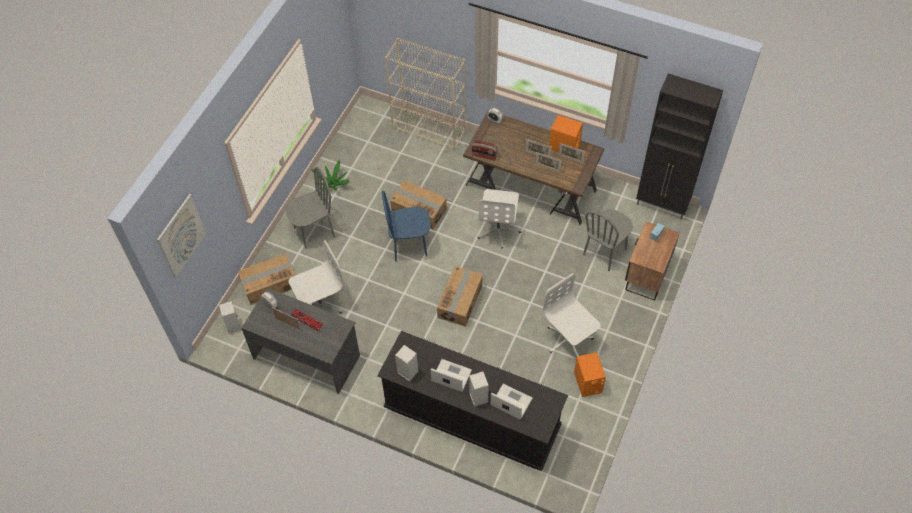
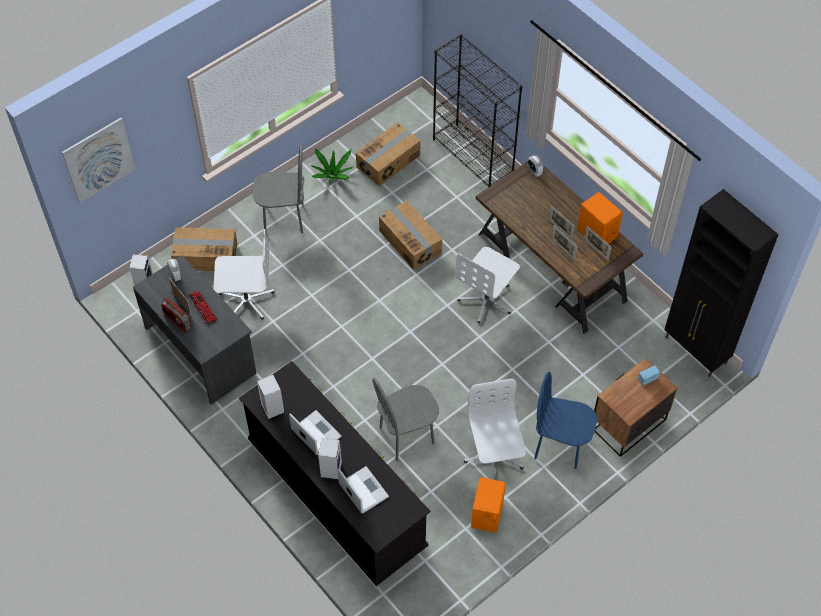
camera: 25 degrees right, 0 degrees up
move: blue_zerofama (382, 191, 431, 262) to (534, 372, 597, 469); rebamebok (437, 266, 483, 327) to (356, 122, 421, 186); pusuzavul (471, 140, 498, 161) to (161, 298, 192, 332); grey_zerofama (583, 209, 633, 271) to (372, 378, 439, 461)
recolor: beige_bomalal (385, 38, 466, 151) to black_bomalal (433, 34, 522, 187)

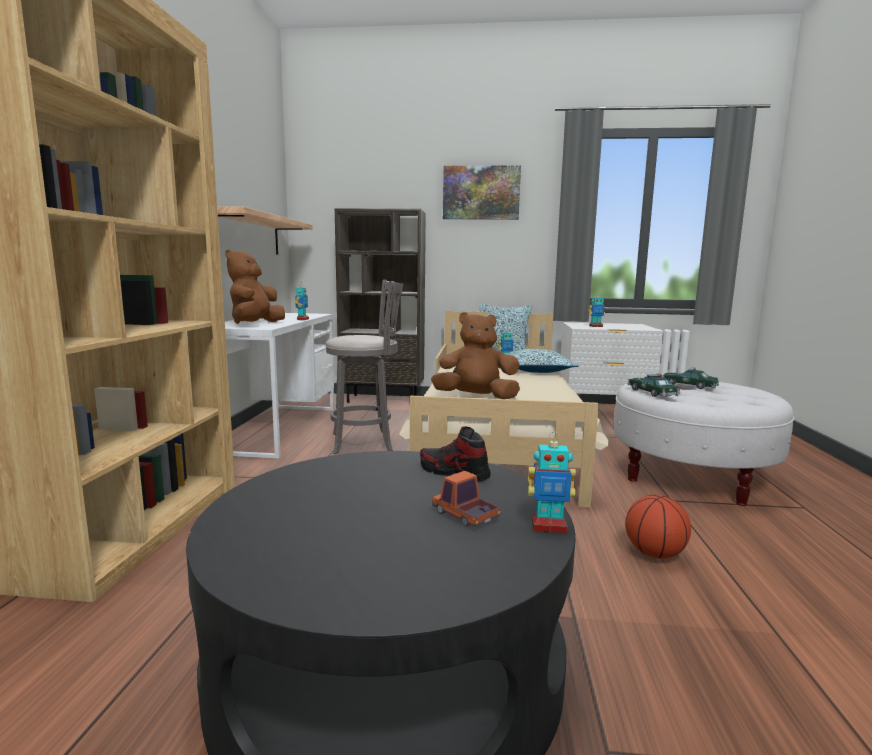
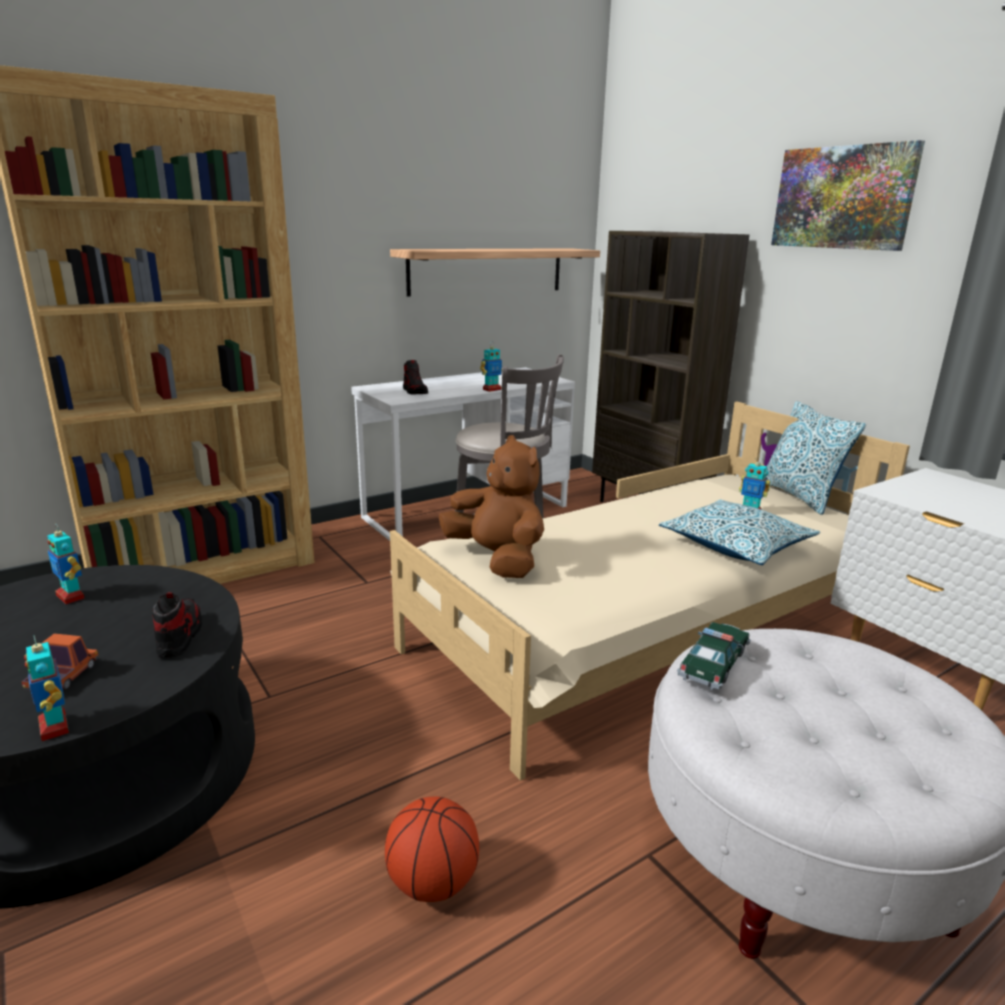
camera: 50 degrees right, 10 degrees up
delete: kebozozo (662, 367, 719, 389)
move: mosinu (588, 295, 605, 327) to (47, 524, 85, 605)
replace: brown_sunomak (225, 250, 285, 324) to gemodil (403, 360, 428, 395)

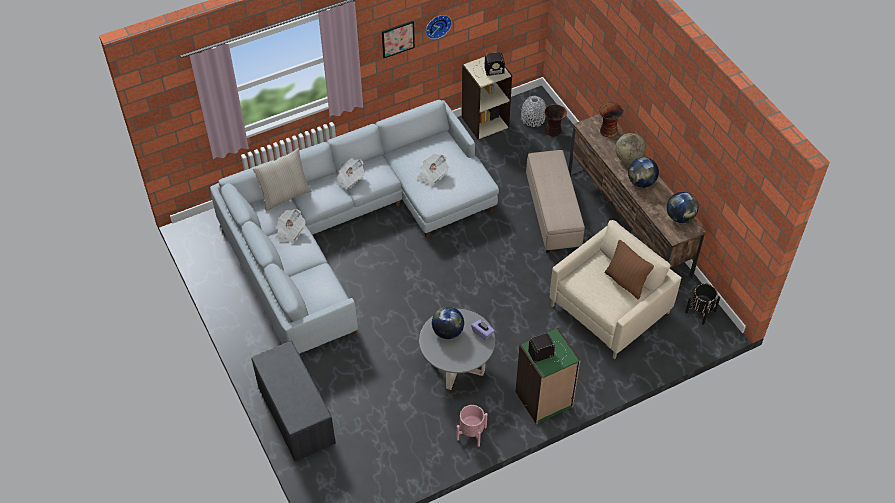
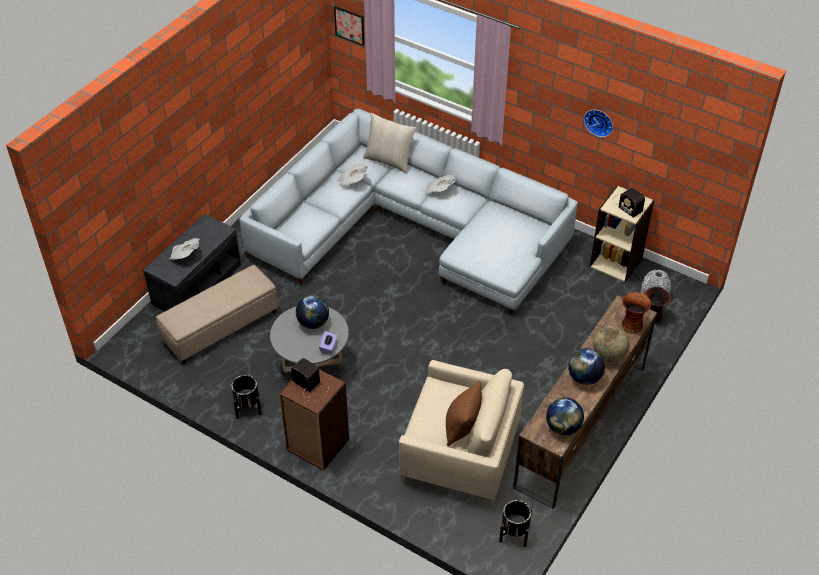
camera: 60 degrees right, 5 degrees down
move: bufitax (382, 21, 415, 58) to (334, 6, 364, 46); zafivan (417, 154, 448, 186) to (169, 238, 199, 260); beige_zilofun (526, 150, 585, 253) to (156, 264, 278, 364)
recolor: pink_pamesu (457, 405, 487, 447) to black_pamesu (231, 375, 261, 419); green_bomalal (516, 328, 581, 424) to brown_bomalal (279, 369, 349, 471)

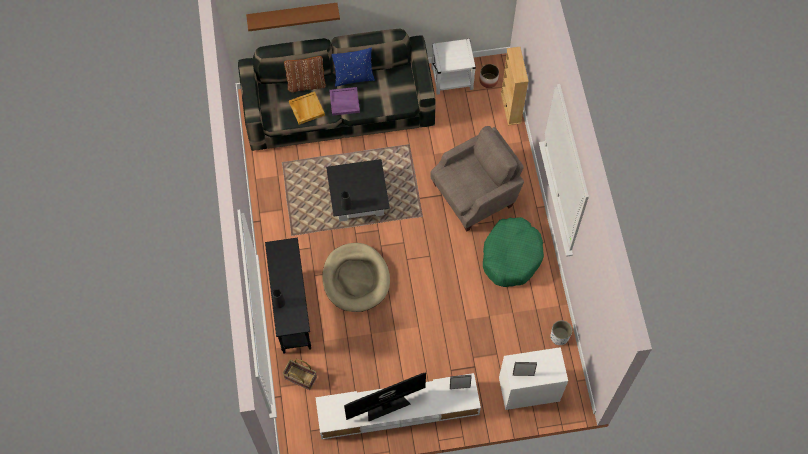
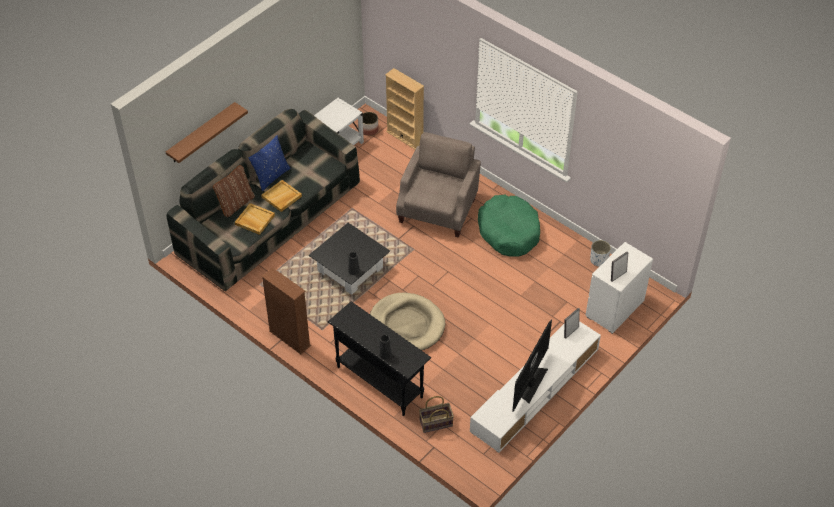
camera: 40 degrees left, 15 degrees down
insert: brown_bomalal (262, 267, 311, 354)
recolor: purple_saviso (329, 87, 360, 116) to beige_saviso (261, 180, 302, 212)

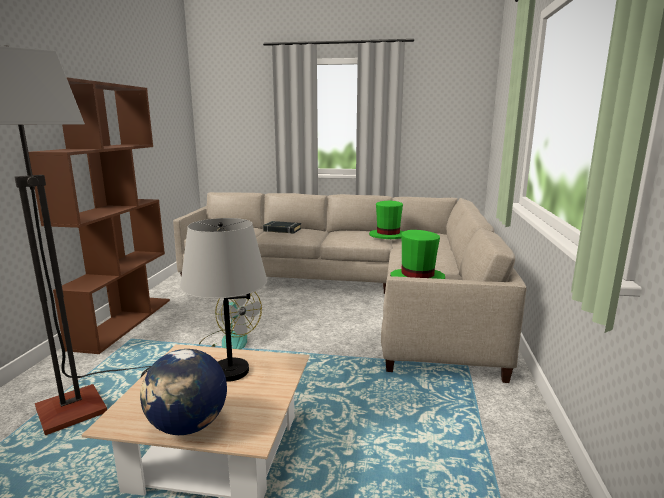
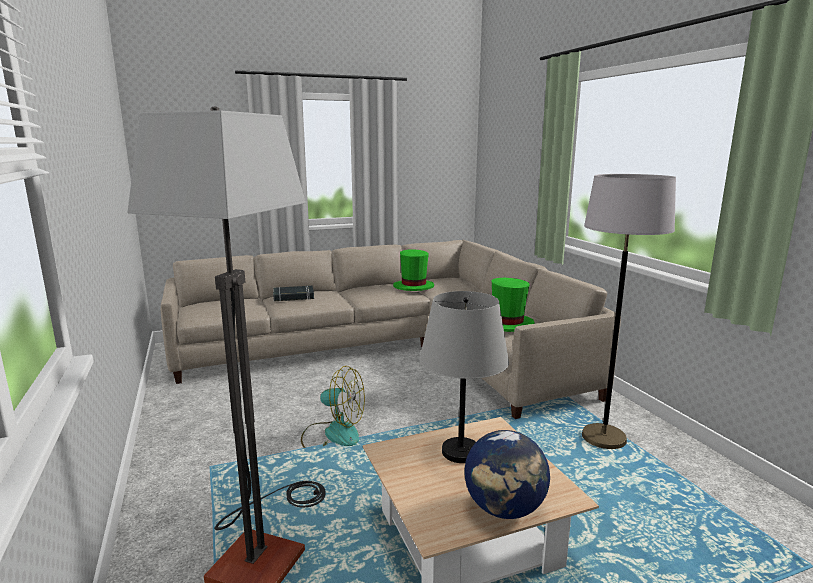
camera: 30 degrees left, 0 degrees up
delete: brown_bomalal (28, 77, 170, 354)
insert: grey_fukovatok (582, 174, 676, 449)

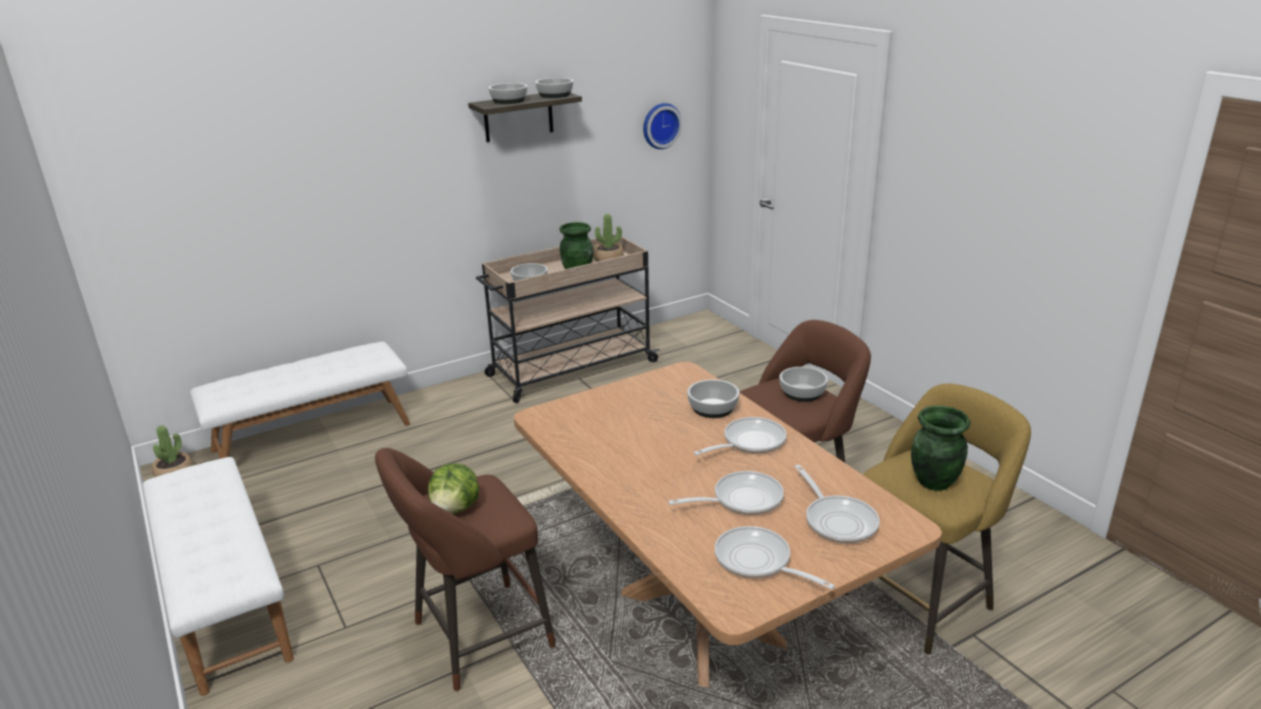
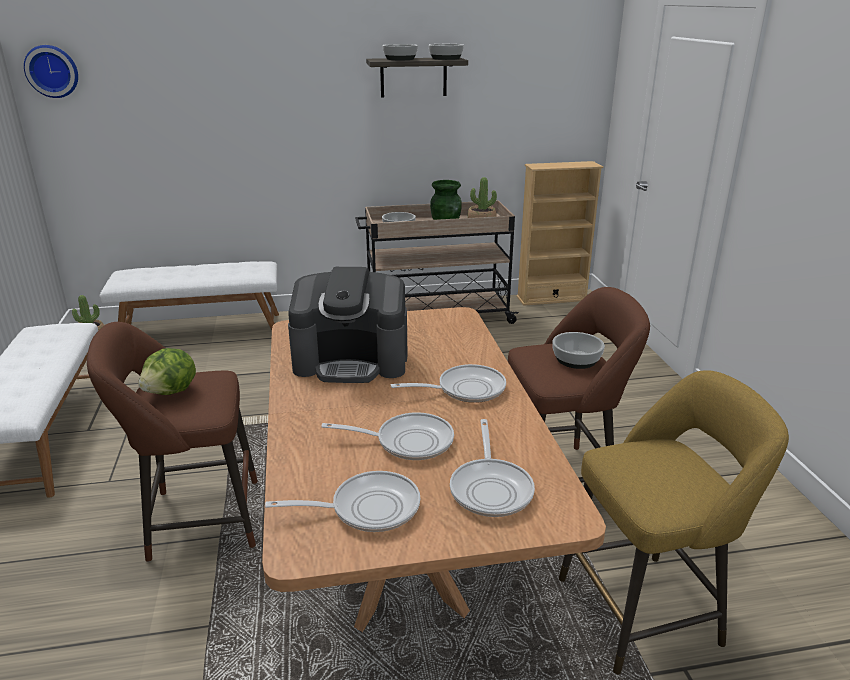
camera: 20 degrees right, 0 degrees up
delete: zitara (687, 379, 740, 418); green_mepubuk (911, 406, 970, 491)
insert: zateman (288, 267, 407, 383); beige_bomalal (516, 161, 603, 306)
move: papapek (643, 103, 682, 149) to (24, 45, 78, 98)
rotate: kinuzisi (715, 526, 835, 590) = (265, 471, 420, 532) 105 degrees clockwise

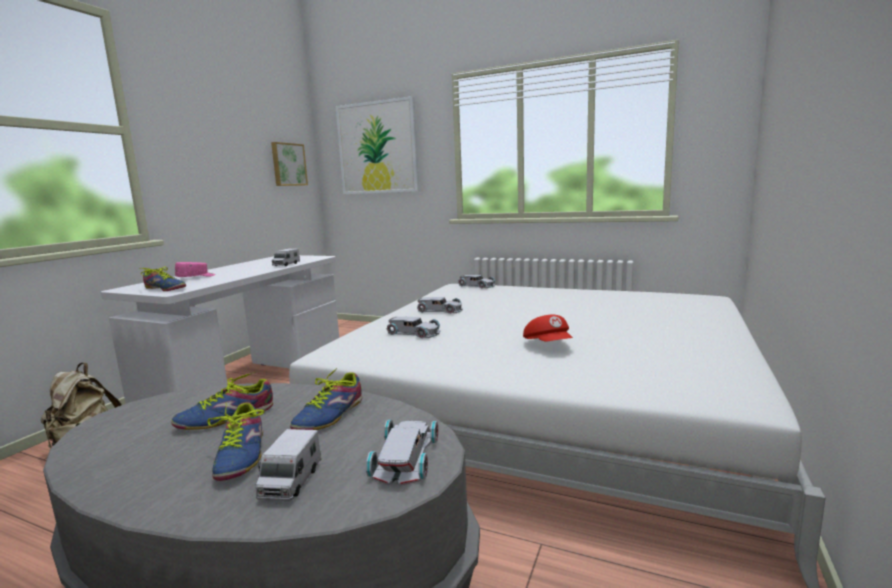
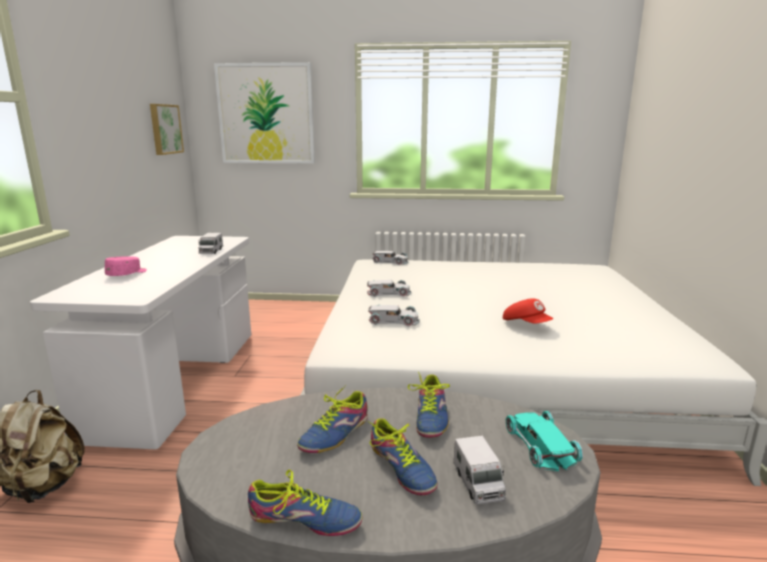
camera: 20 degrees left, 5 degrees up
move: gemodil (141, 267, 186, 291) to (248, 470, 363, 536)
recolor: white_kebozozo (366, 420, 438, 486) to turquoise_kebozozo (506, 411, 583, 471)

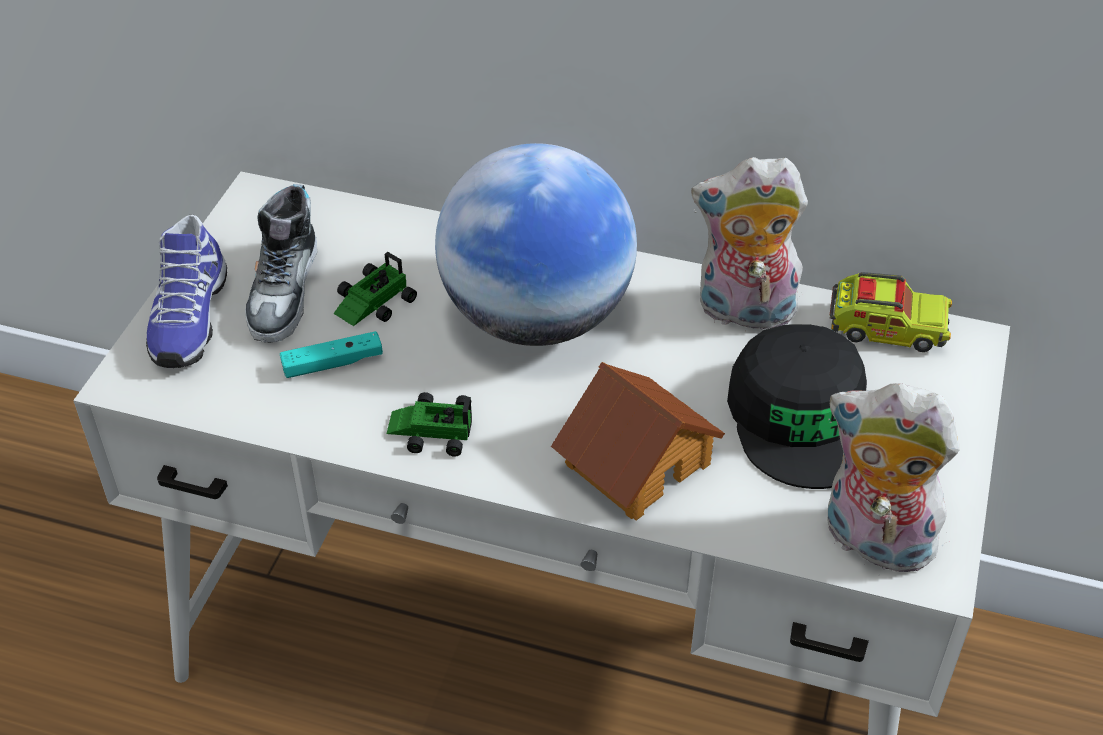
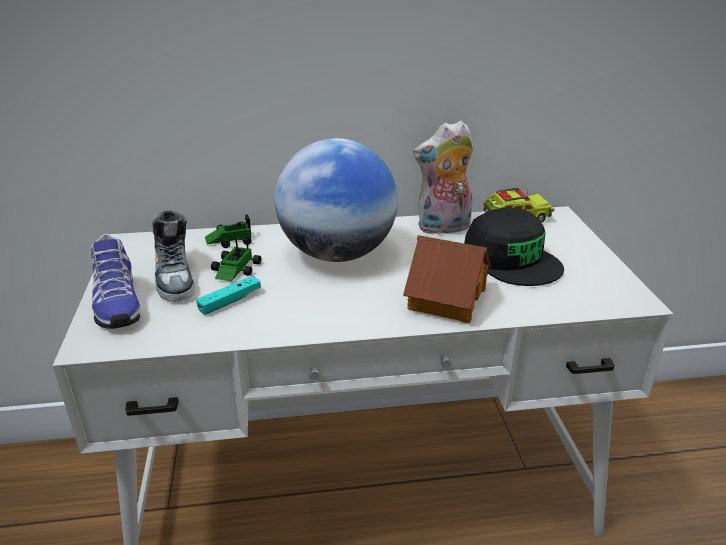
camera: 25 degrees left, 15 degrees down
delete: sunomak (827, 383, 960, 576)
move: kebozozo (386, 392, 472, 457) to (205, 214, 252, 248)

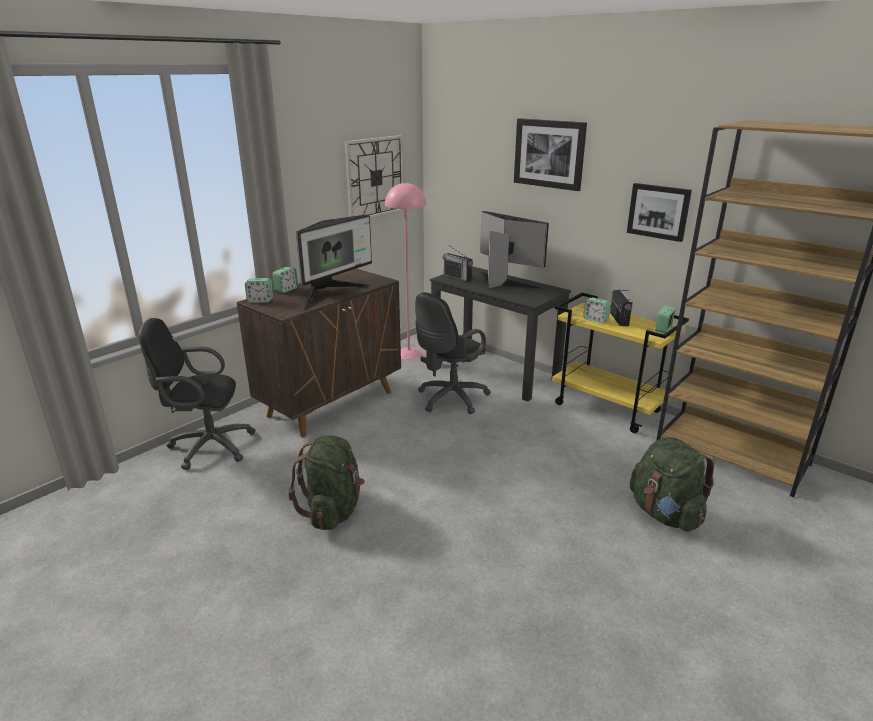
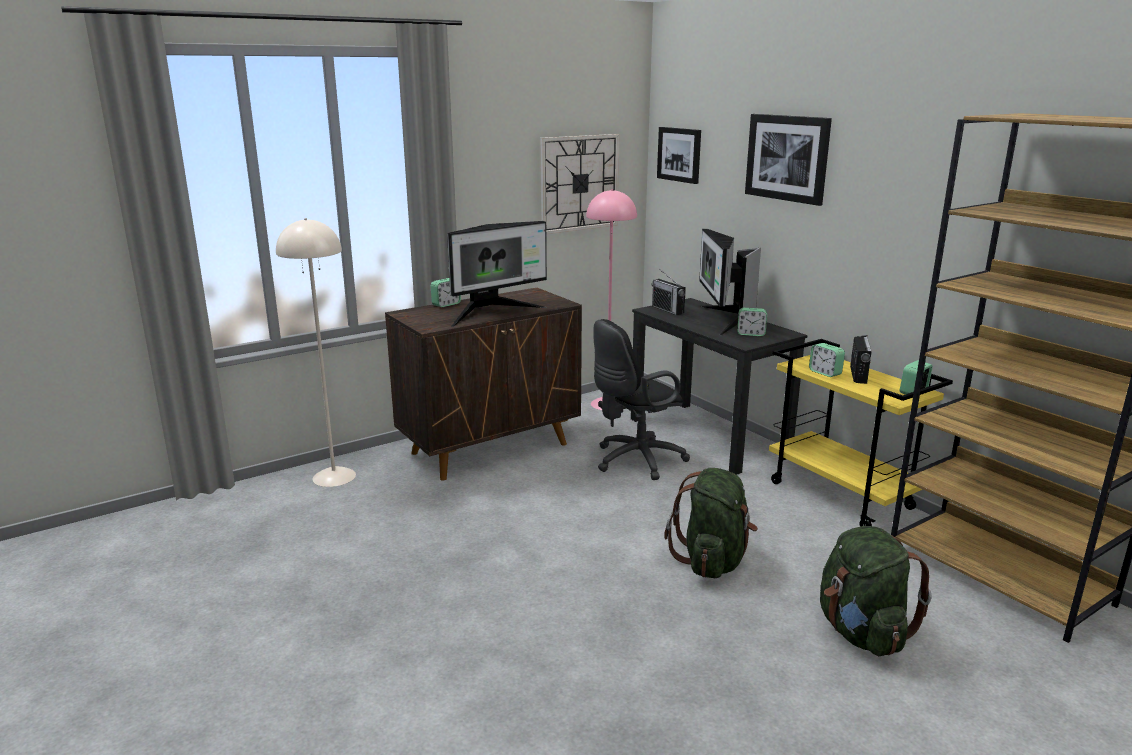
camera: 15 degrees right, 5 degrees down
move: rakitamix (245, 278, 273, 303) to (737, 308, 767, 336); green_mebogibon (289, 435, 365, 530) to (664, 468, 758, 578); bufitax (627, 183, 692, 242) to (657, 127, 701, 184)
replace: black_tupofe (139, 318, 256, 470) to beige_fukovatok (276, 218, 356, 487)
rotate: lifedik (480, 211, 549, 289) = (699, 229, 761, 335) 150 degrees counterclockwise

